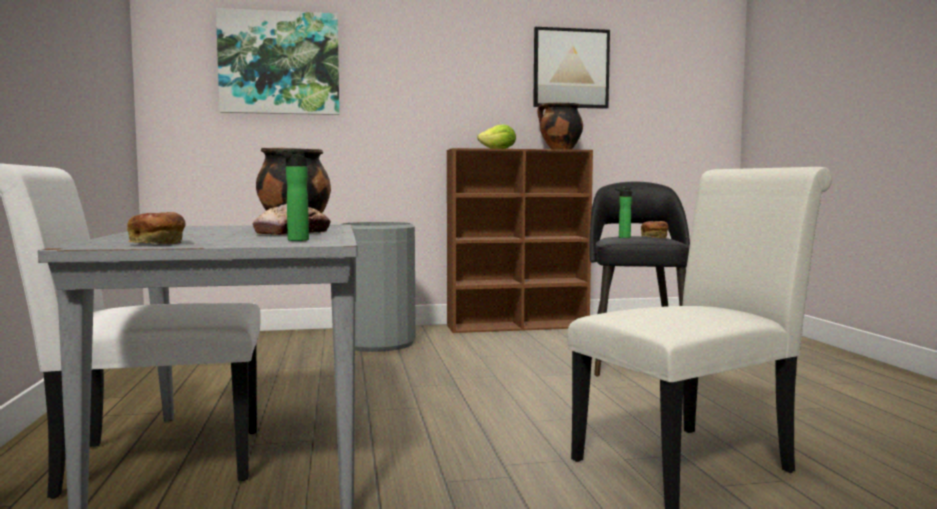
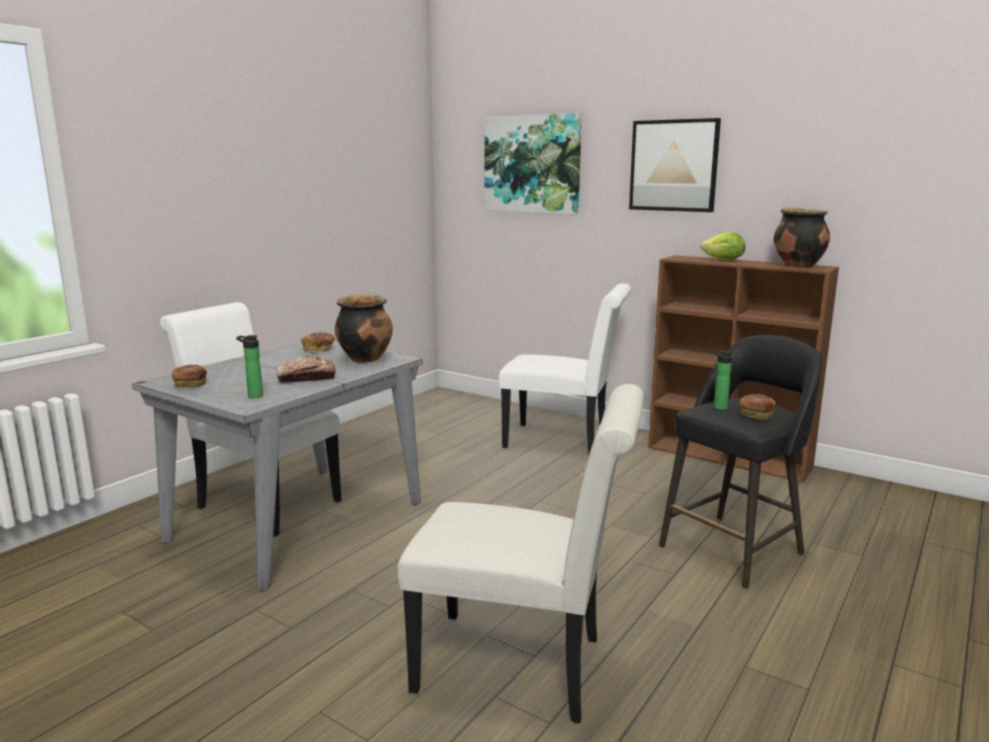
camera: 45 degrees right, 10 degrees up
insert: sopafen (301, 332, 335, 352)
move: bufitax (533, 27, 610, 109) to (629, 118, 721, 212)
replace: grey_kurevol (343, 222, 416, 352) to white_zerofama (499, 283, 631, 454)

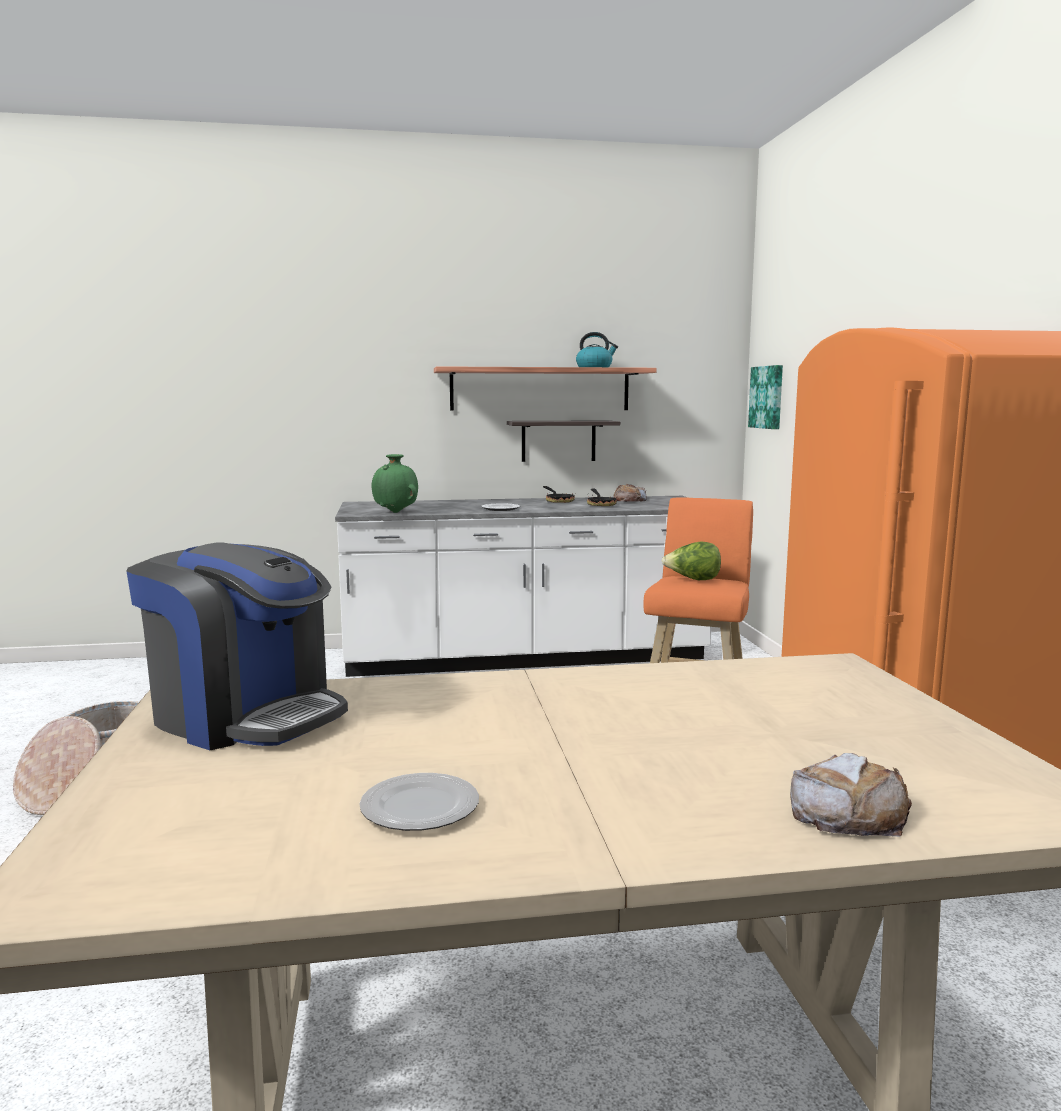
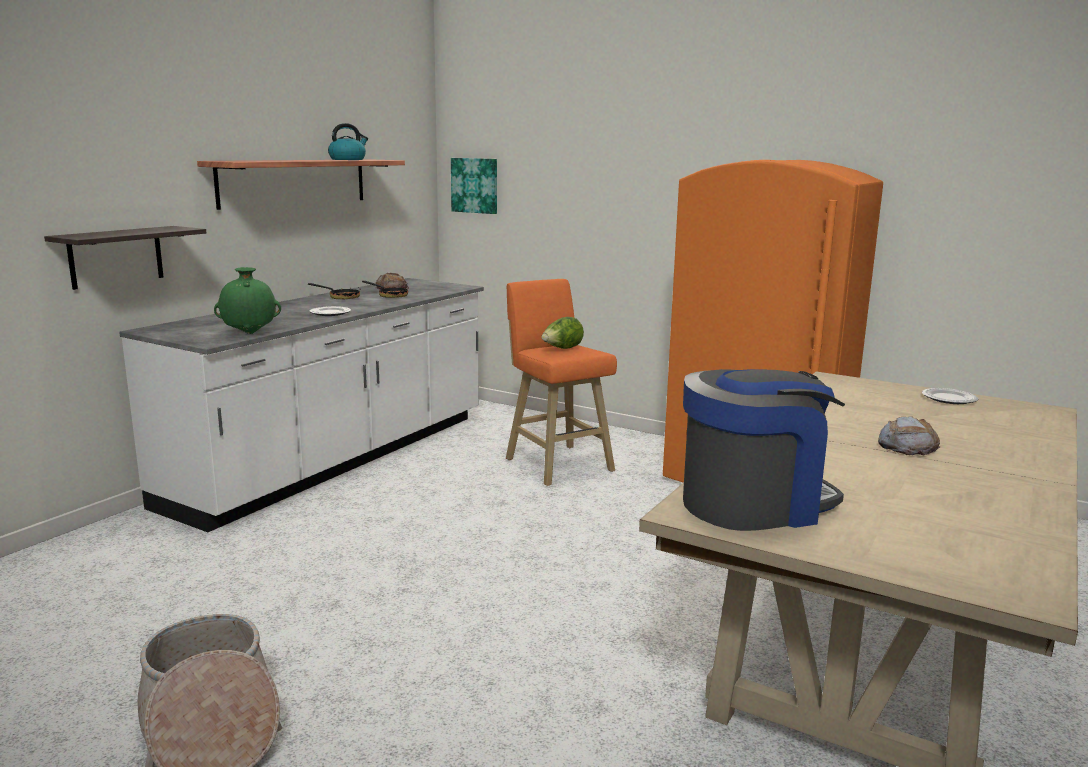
camera: 50 degrees left, 5 degrees up
move: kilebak (359, 773, 479, 831) to (922, 388, 978, 404); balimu (507, 420, 620, 462) to (44, 226, 206, 290); sopafen (790, 753, 912, 837) to (878, 416, 940, 455)

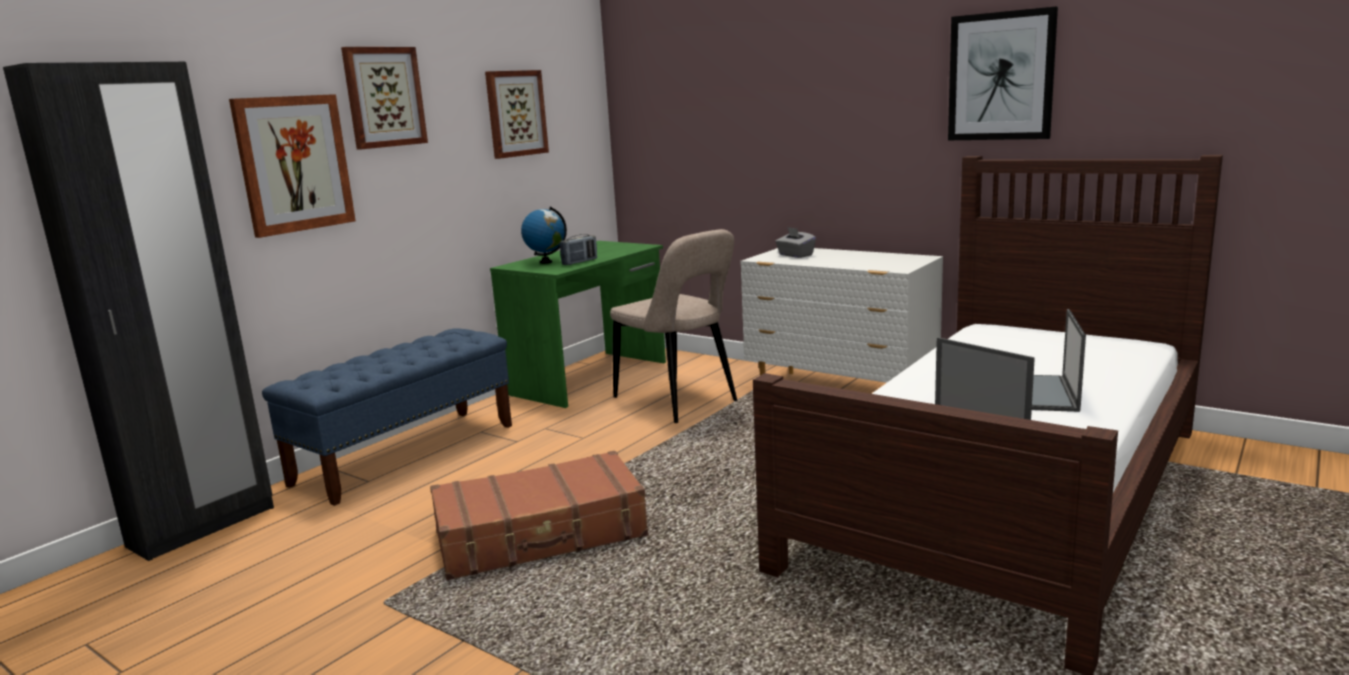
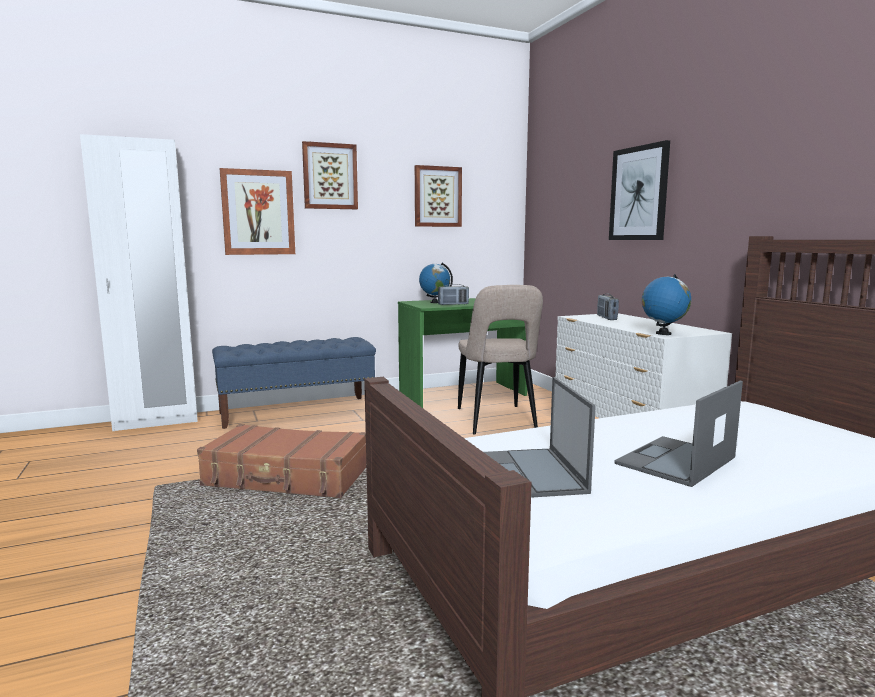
camera: 30 degrees right, 5 degrees down
insert: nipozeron (642, 274, 691, 335)
move: bufitax (948, 7, 1058, 140) to (609, 140, 670, 240)
replace: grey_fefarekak (775, 227, 816, 258) to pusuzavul (597, 294, 619, 320)
recolor: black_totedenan (3, 62, 274, 561) to white_totedenan (80, 134, 198, 431)

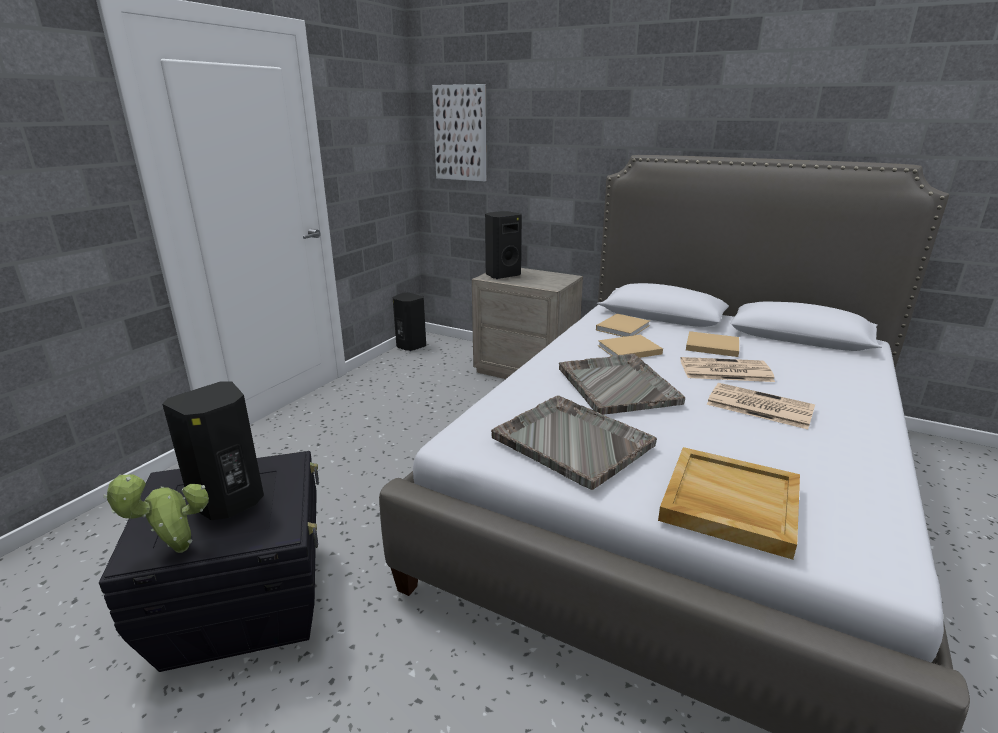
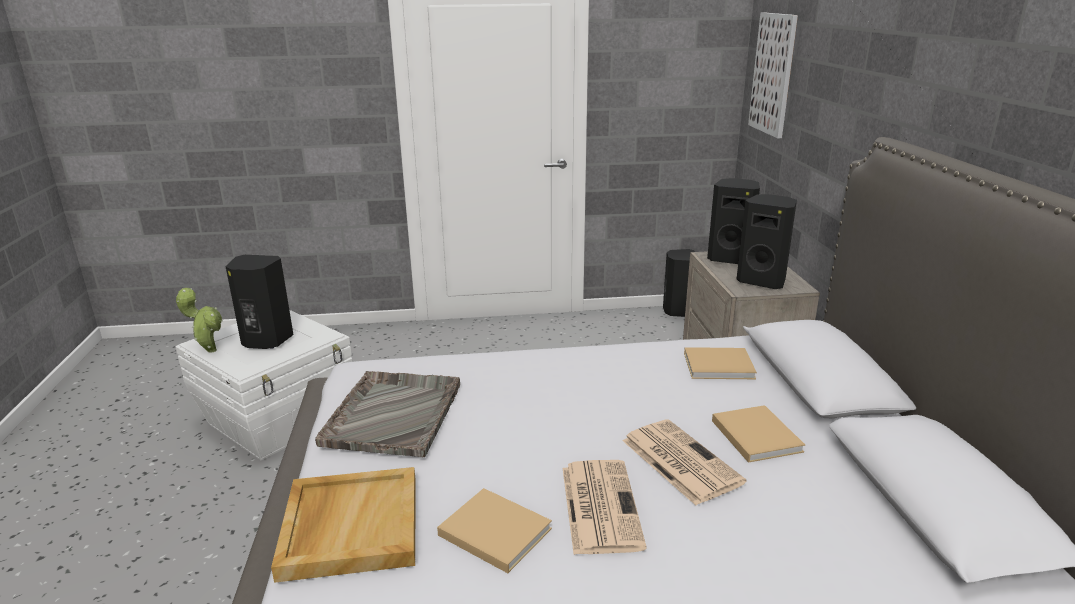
camera: 55 degrees right, 0 degrees up
delete: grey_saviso (559, 354, 685, 415)
insert: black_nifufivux (737, 194, 797, 289)
move: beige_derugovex (598, 335, 663, 358) to (437, 488, 552, 573)
recolor: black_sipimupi (99, 451, 319, 672) to white_sipimupi (175, 310, 353, 460)

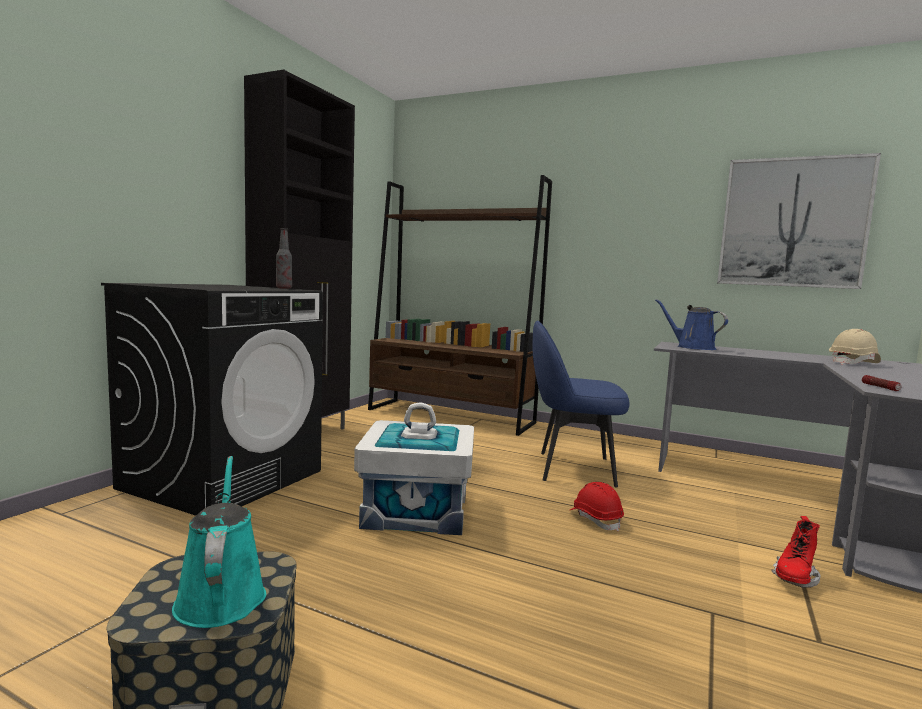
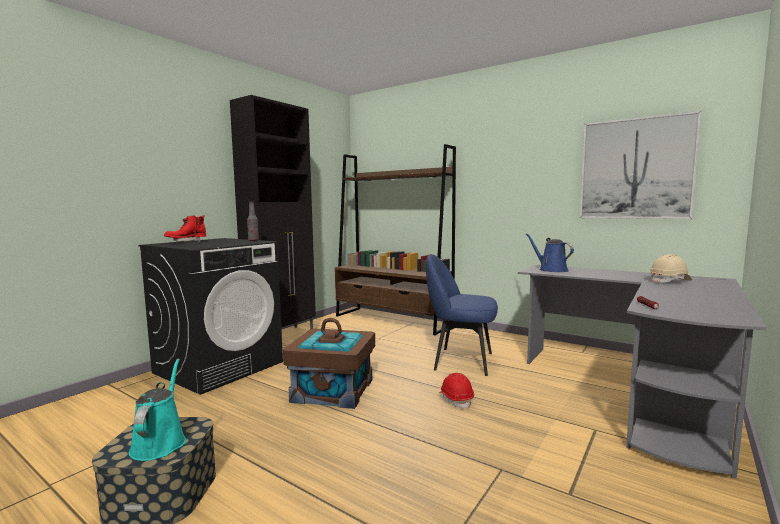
camera: 10 degrees right, 0 degrees up
move: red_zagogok (771, 516, 820, 588) to (164, 215, 206, 242)
recolor: white_sipimupi (354, 403, 474, 535) to brown_sipimupi (283, 318, 375, 409)

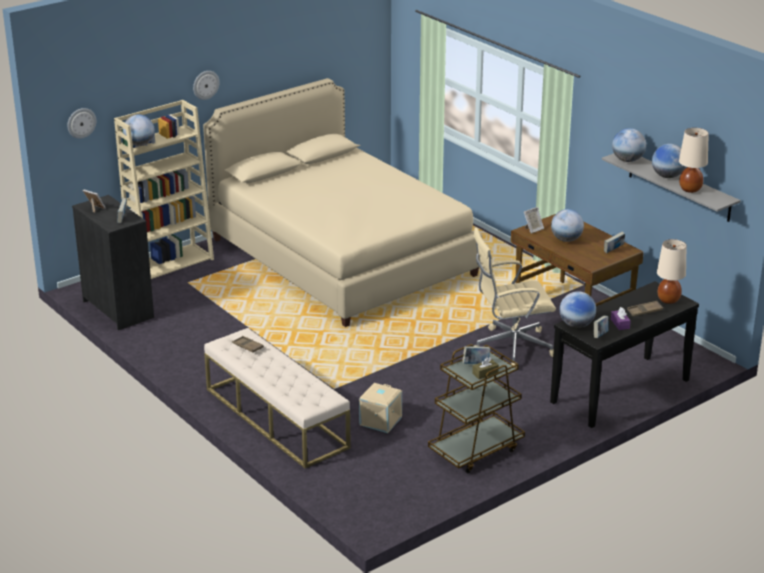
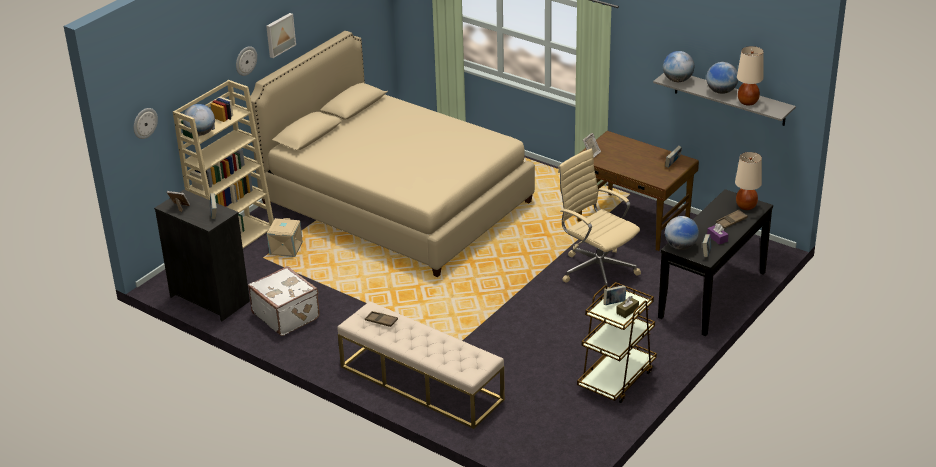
camera: 15 degrees left, 5 degrees up
delete: nipozeron (551, 209, 584, 242)
insert: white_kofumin (248, 266, 320, 336); bufitax (266, 13, 296, 58)
move: beige_sipimupi (359, 383, 402, 433) to (267, 218, 303, 257)
rotate: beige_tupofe (474, 228, 556, 367) = (558, 149, 641, 289) 75 degrees clockwise

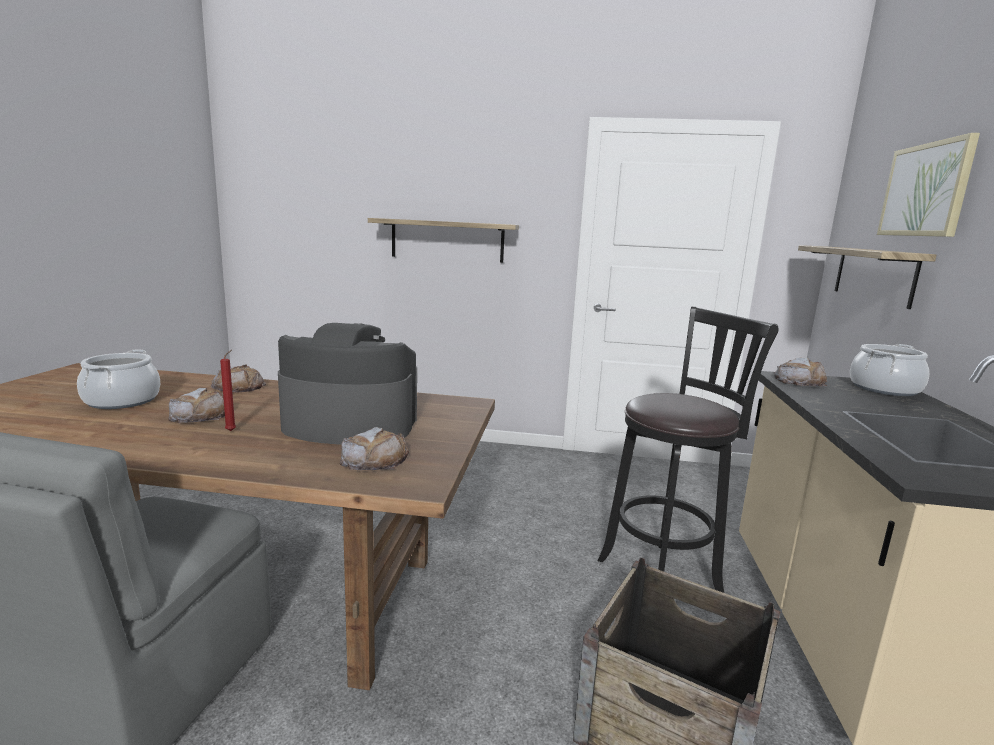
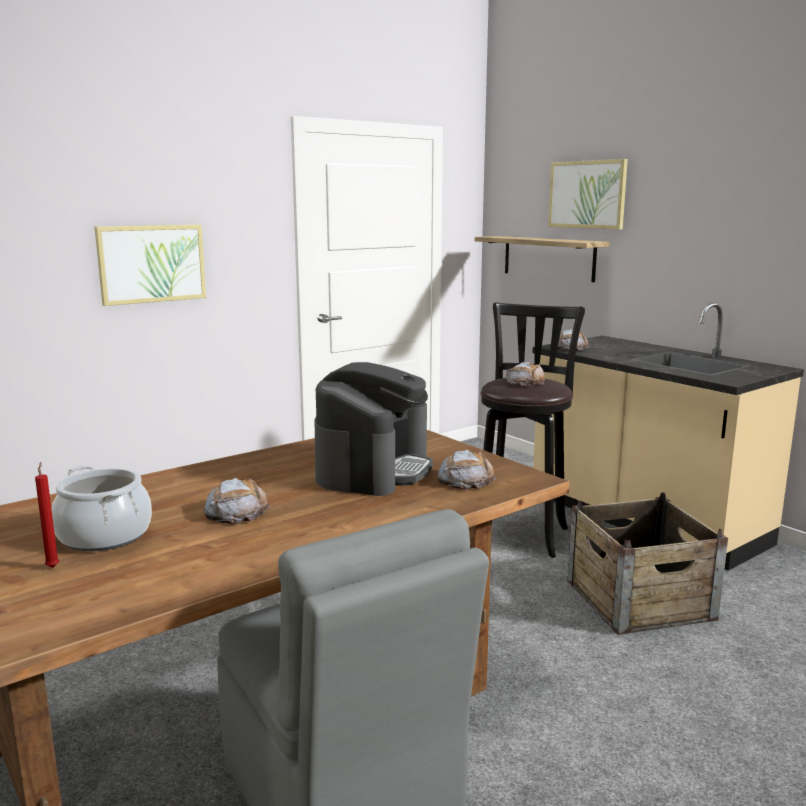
camera: 45 degrees left, 0 degrees up
delete: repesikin (850, 344, 929, 396)
move: sopafen (211, 364, 266, 393) to (505, 362, 545, 386); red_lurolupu (220, 350, 236, 431) to (35, 462, 59, 568)
replace: balimu (368, 218, 519, 263) to bufitax (95, 225, 206, 306)
rotate: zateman (278, 323, 417, 445) = (314, 362, 433, 496) 150 degrees clockwise

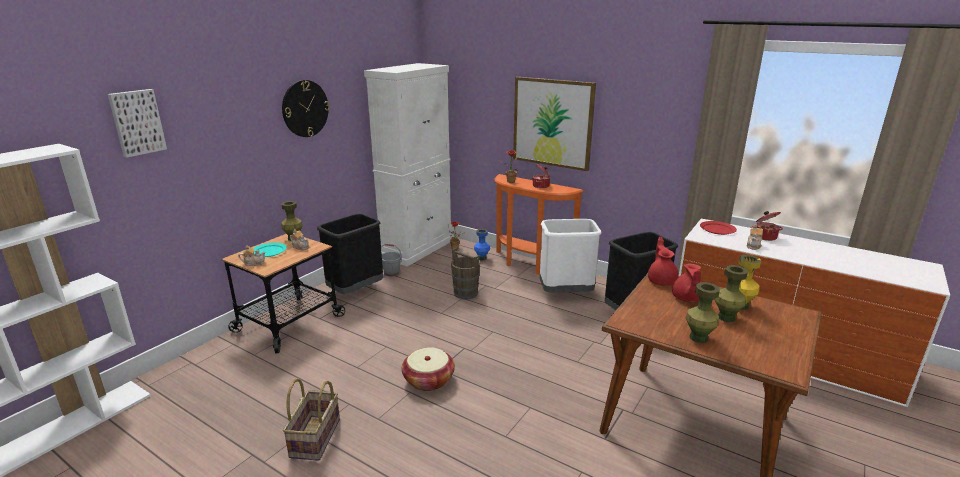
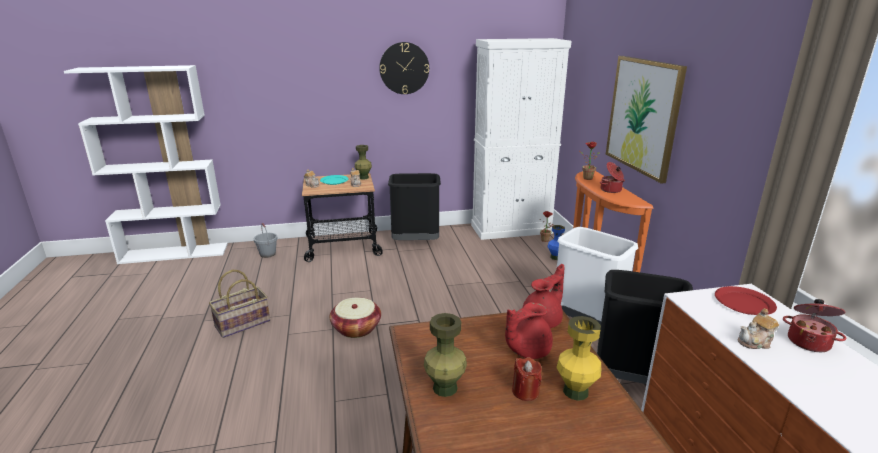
camera: 45 degrees right, 0 degrees up
delete: bufitax (108, 89, 167, 158); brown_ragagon (451, 248, 480, 299)
move: grey_ragagon (381, 244, 402, 276) to (254, 223, 278, 258)
replace: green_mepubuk (715, 265, 748, 322) to red_lurolupu (512, 357, 542, 401)

